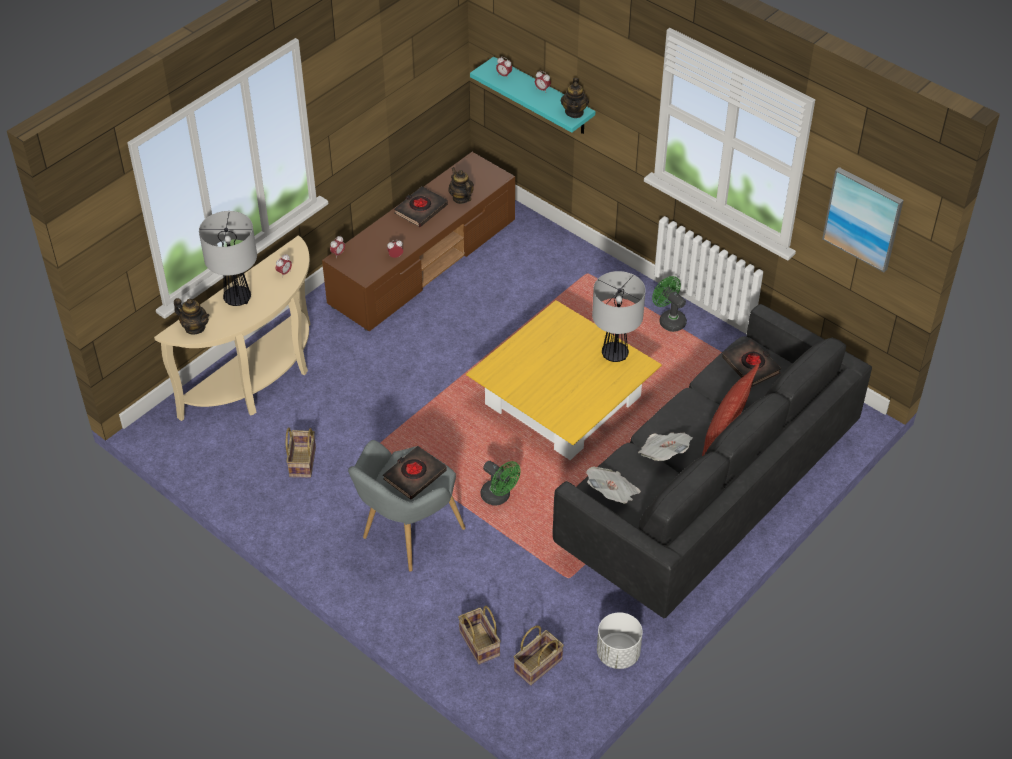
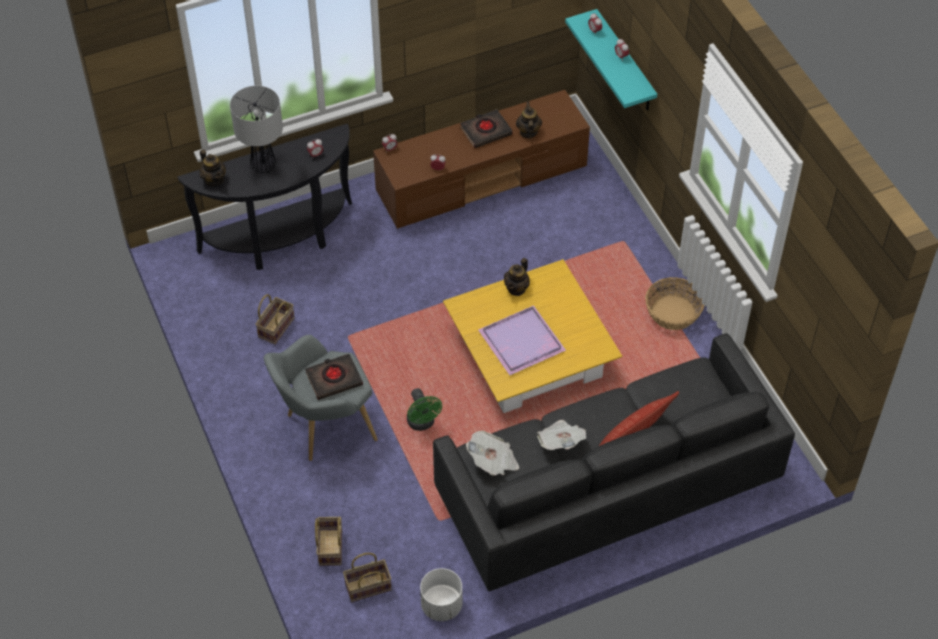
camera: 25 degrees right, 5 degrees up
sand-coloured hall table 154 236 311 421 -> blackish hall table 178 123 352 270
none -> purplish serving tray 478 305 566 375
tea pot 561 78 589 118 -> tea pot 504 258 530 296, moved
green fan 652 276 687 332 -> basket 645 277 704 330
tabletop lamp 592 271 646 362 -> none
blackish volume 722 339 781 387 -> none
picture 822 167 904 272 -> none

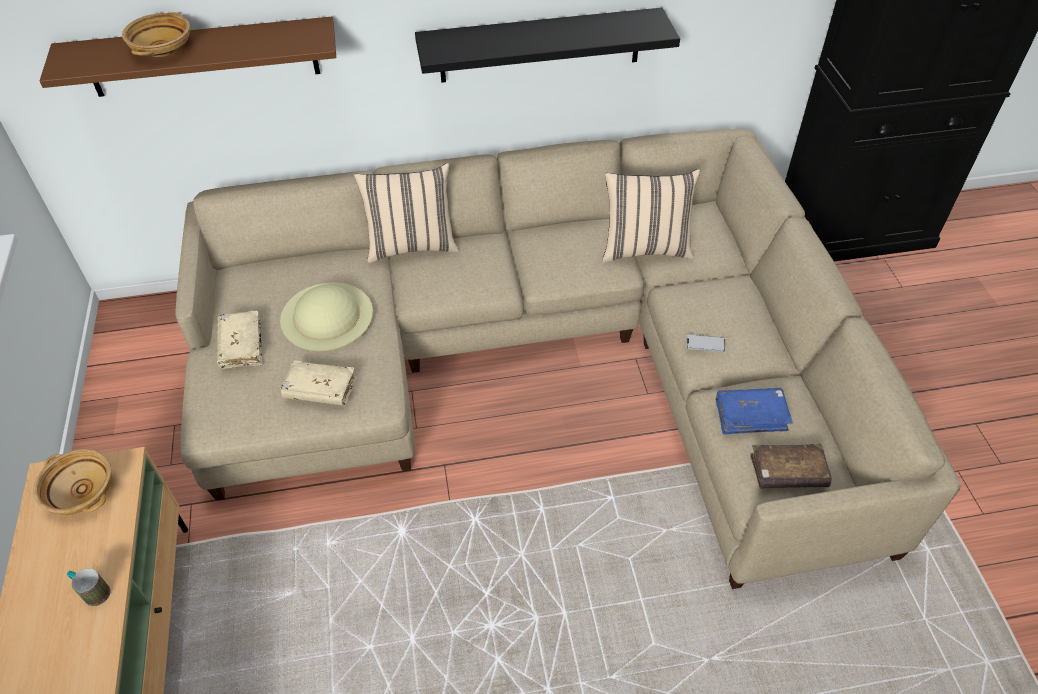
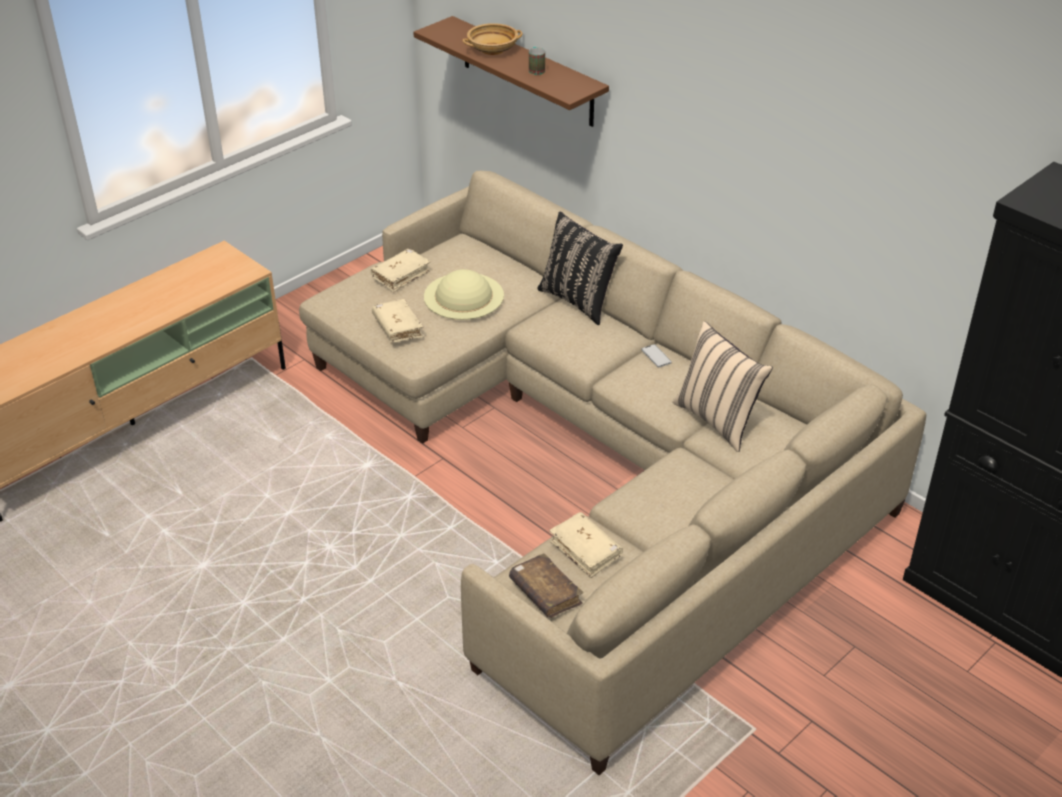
camera: 55 degrees right, 10 degrees down
tea mug 67 568 110 606 -> tea mug 529 47 545 75, moved
sand-coloured throw pillow 354 163 459 263 -> blackish throw pillow 537 212 623 325
bluish volume 716 388 793 435 -> sand-coloured volume 549 512 623 578
phone 687 334 725 352 -> phone 641 344 672 367, moved
sand-coloured bowl 33 449 112 515 -> none
blackish wall shelf 415 8 680 83 -> none

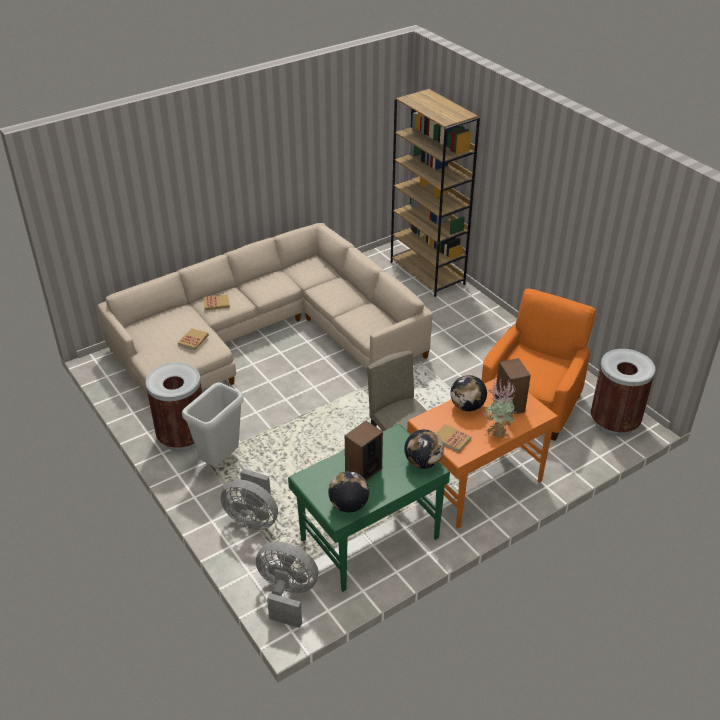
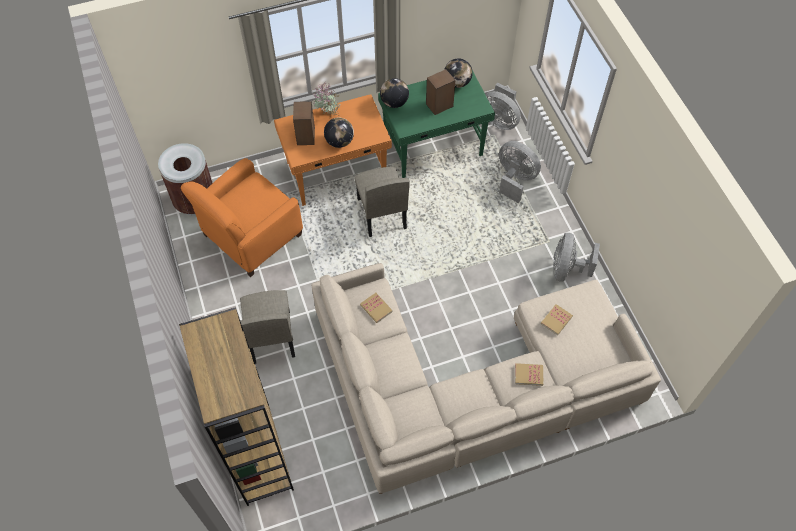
camera: 165 degrees left, 20 degrees up
none -> sand-coloured plain chair 240 290 295 364
volume 436 424 471 453 -> volume 360 293 392 323, moved
brown-coloured waste bin 146 362 202 451 -> gray fan 553 233 600 282
gray waste bin 182 383 244 466 -> none

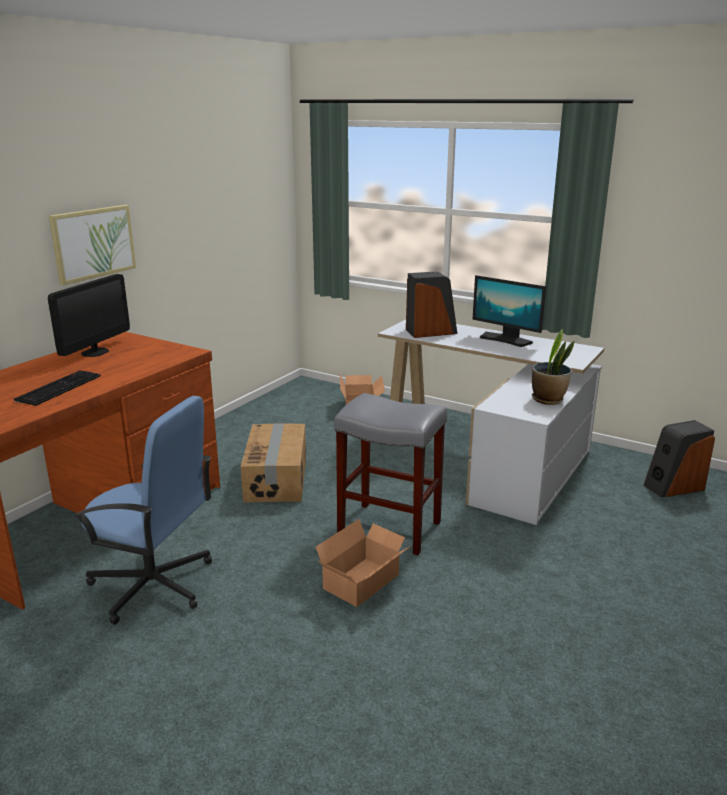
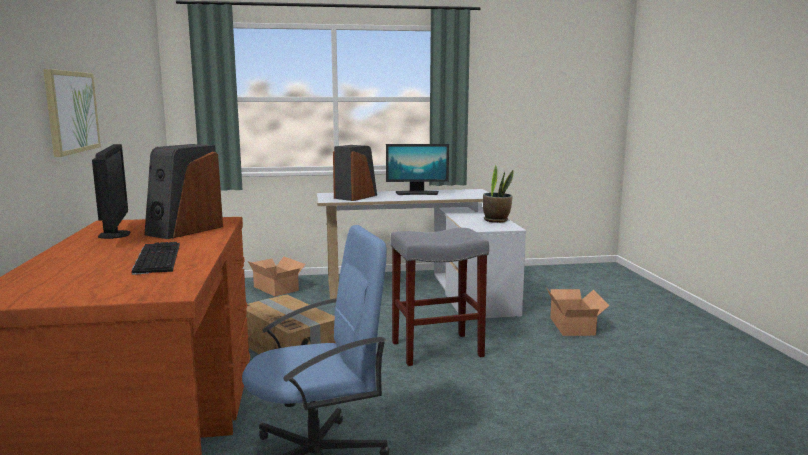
camera: 40 degrees left, 10 degrees down
speaker 644 420 715 498 -> speaker 144 144 223 239, moved
packing box 316 519 412 607 -> packing box 546 287 610 336, moved

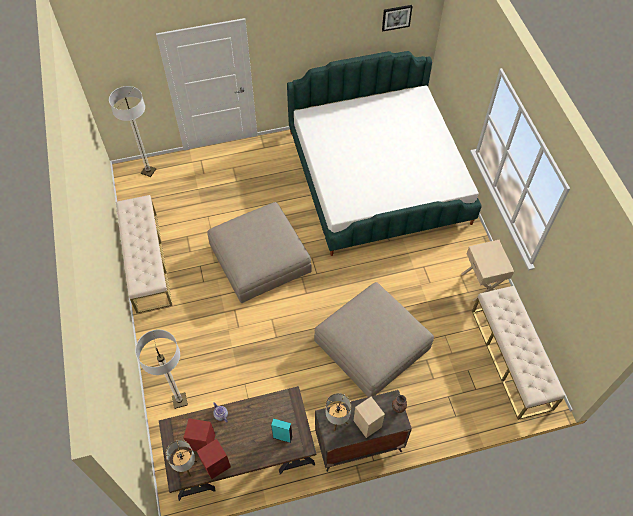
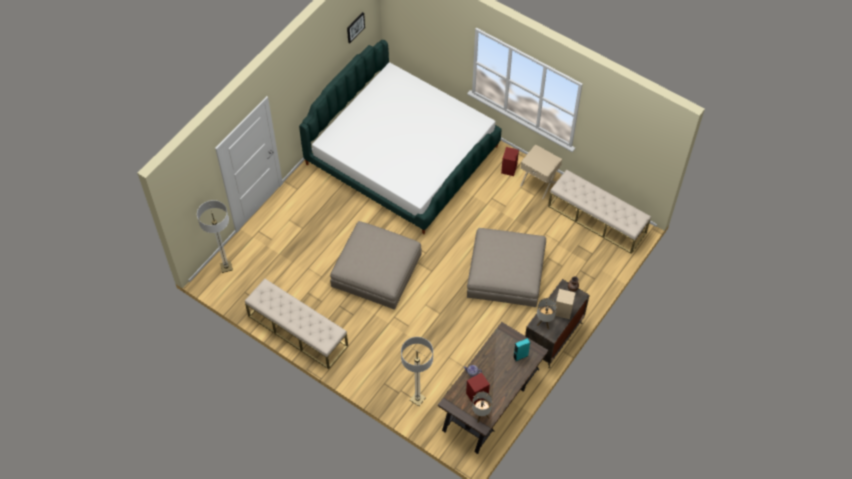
camera: 40 degrees left, 0 degrees up
reddish speaker 197 439 231 479 -> reddish speaker 501 147 519 176, moved

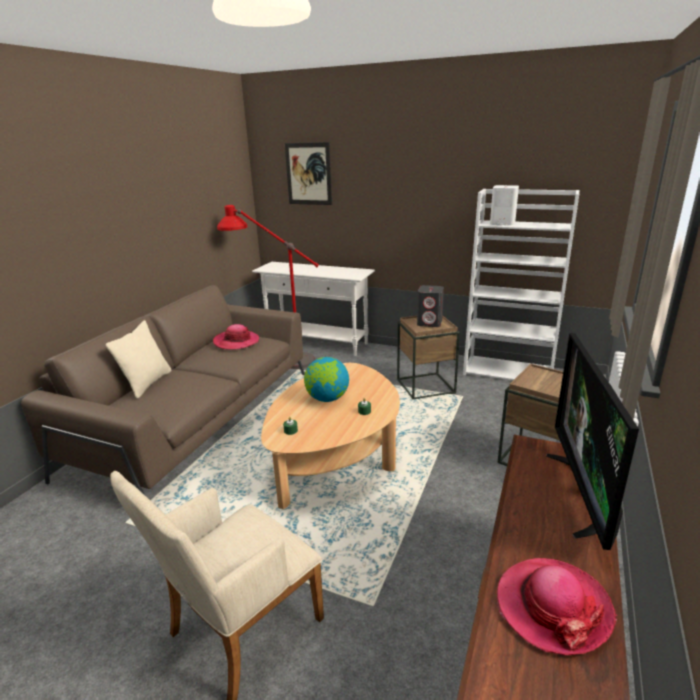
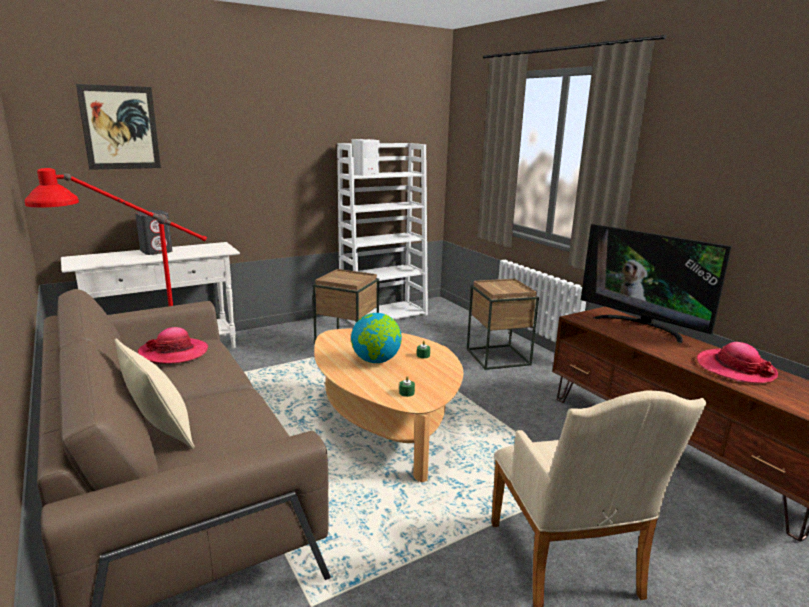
camera: 55 degrees left, 5 degrees down
gray speaker 417 285 444 327 -> gray speaker 135 210 172 255, moved

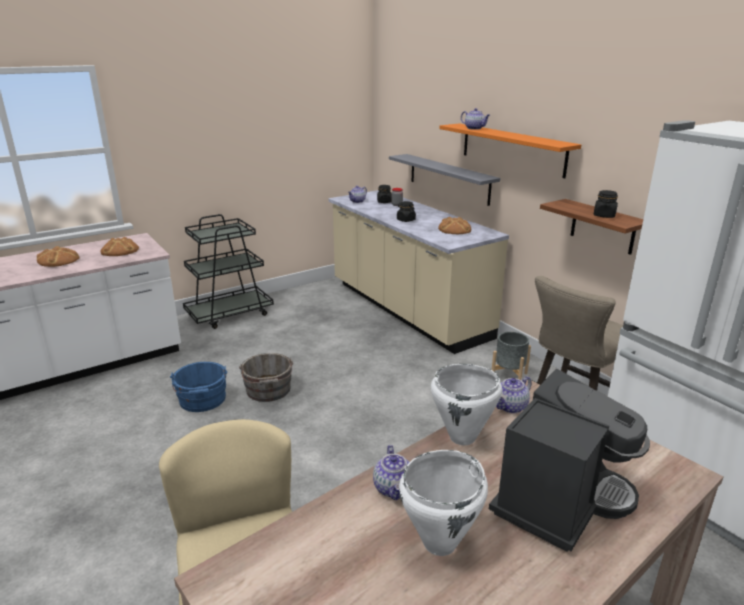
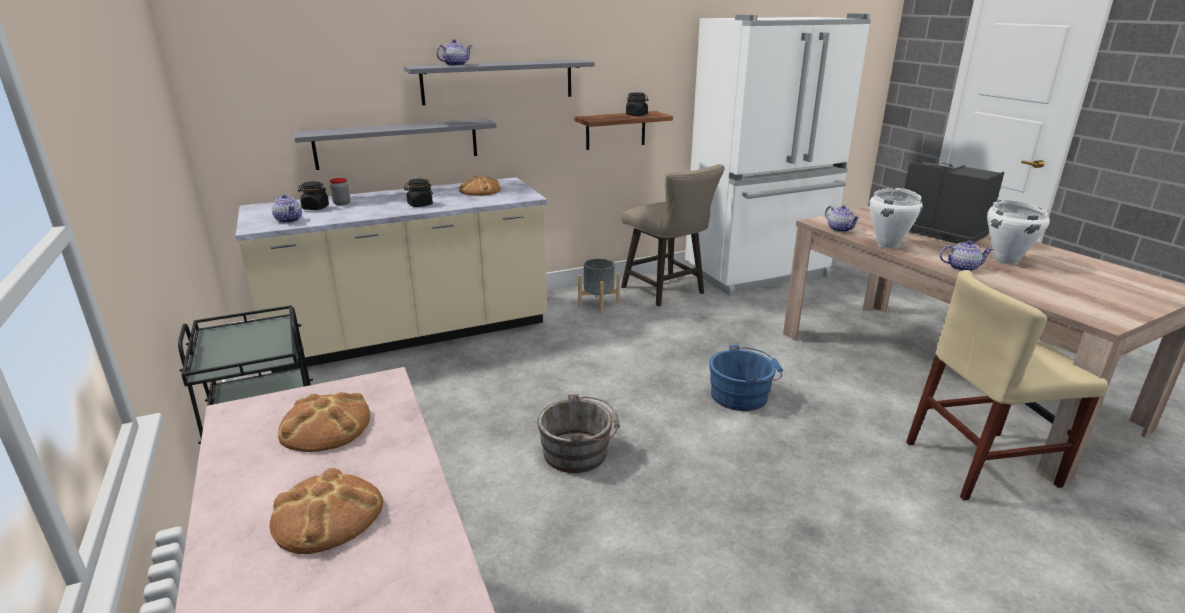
camera: 80 degrees left, 0 degrees up
orange-coloured wall shelf 439 123 581 178 -> gray wall shelf 403 59 595 105
bluish water bucket 170 362 227 412 -> bluish water bucket 709 345 783 411, moved

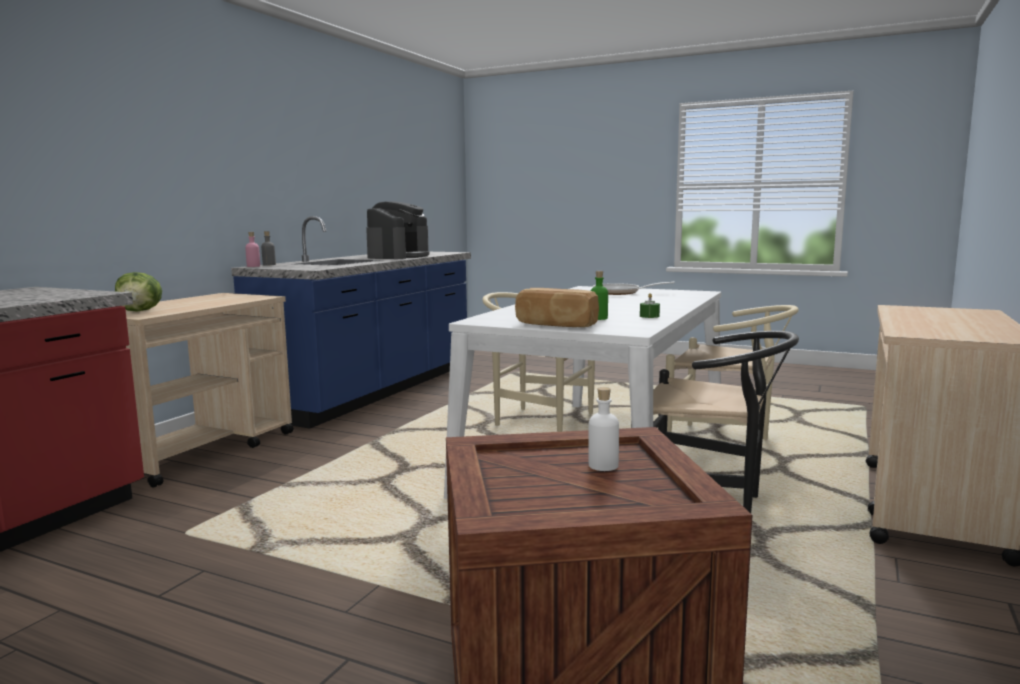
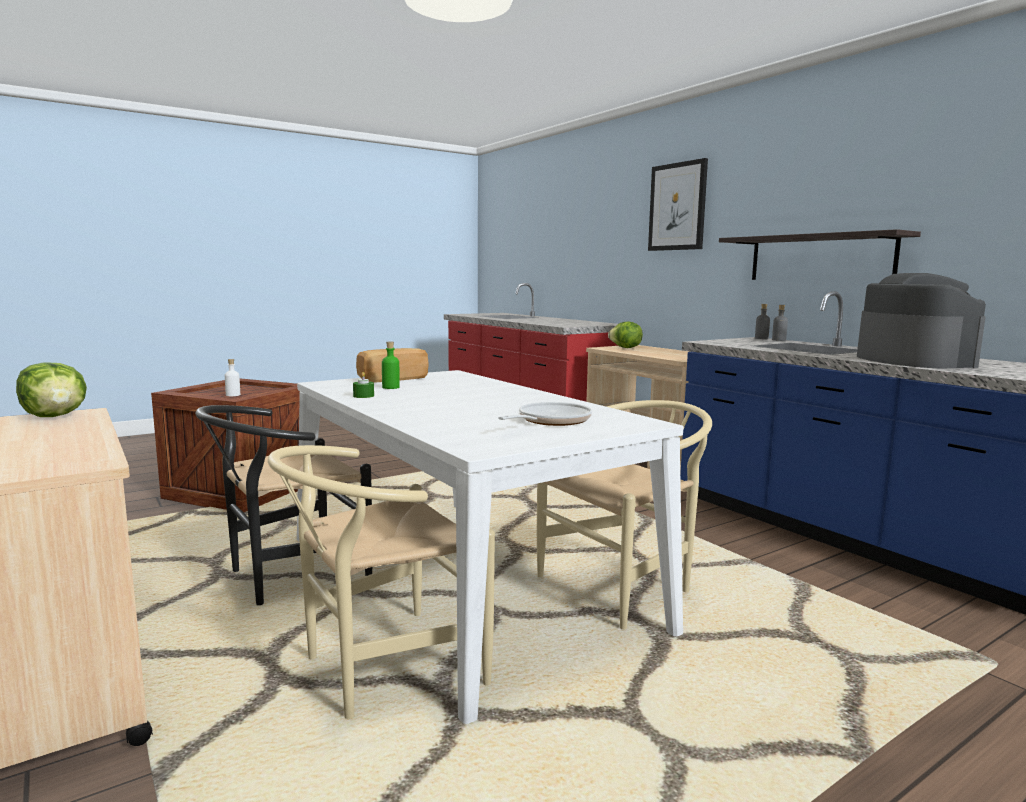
camera: 120 degrees right, 0 degrees up
none -> head of lettuce 16 362 87 417
none -> picture 648 158 708 251
none -> wall shelf 719 229 921 280
pinkish drink bottle 245 232 260 267 -> gray drink bottle 755 304 770 339
coffee machine 366 201 429 259 -> coffee machine 857 273 986 368, 150 degrees counterclockwise

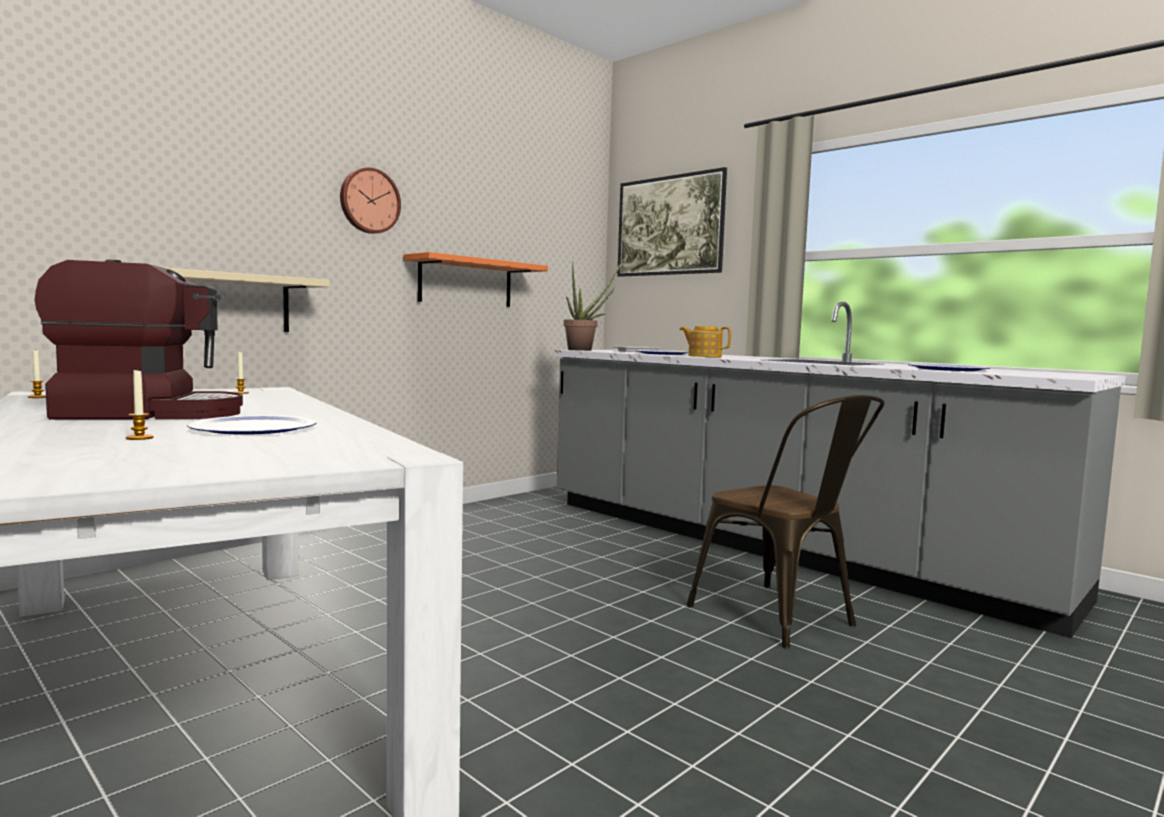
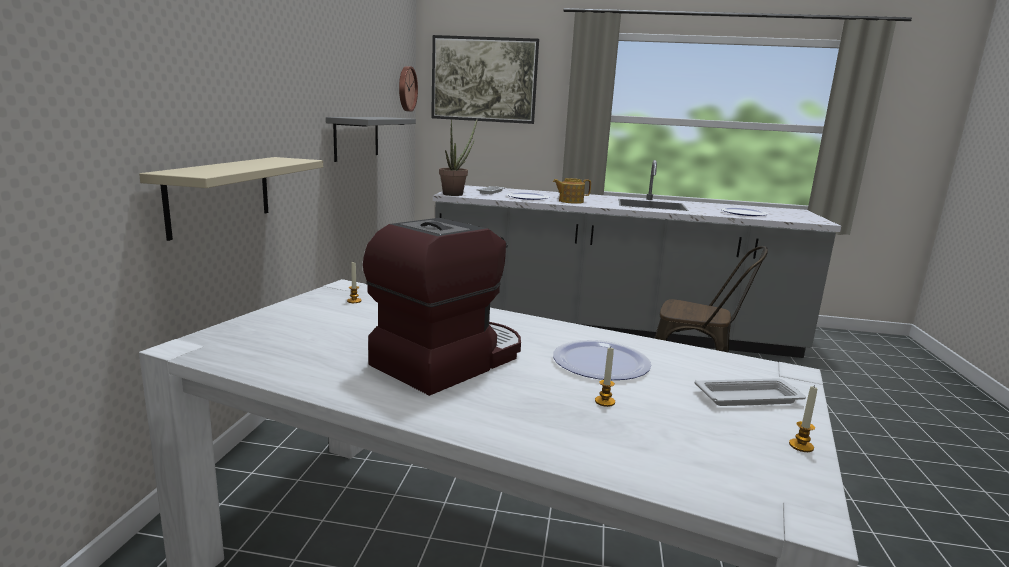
camera: 35 degrees left, 10 degrees up
orange-coloured wall shelf 403 252 548 307 -> gray wall shelf 326 117 416 162
clock on the wall 340 167 401 234 -> clock on the wall 399 66 418 112, moved
none -> white serving tray 695 378 806 406
wax light 28 350 46 398 -> wax light 789 385 818 452, moved

